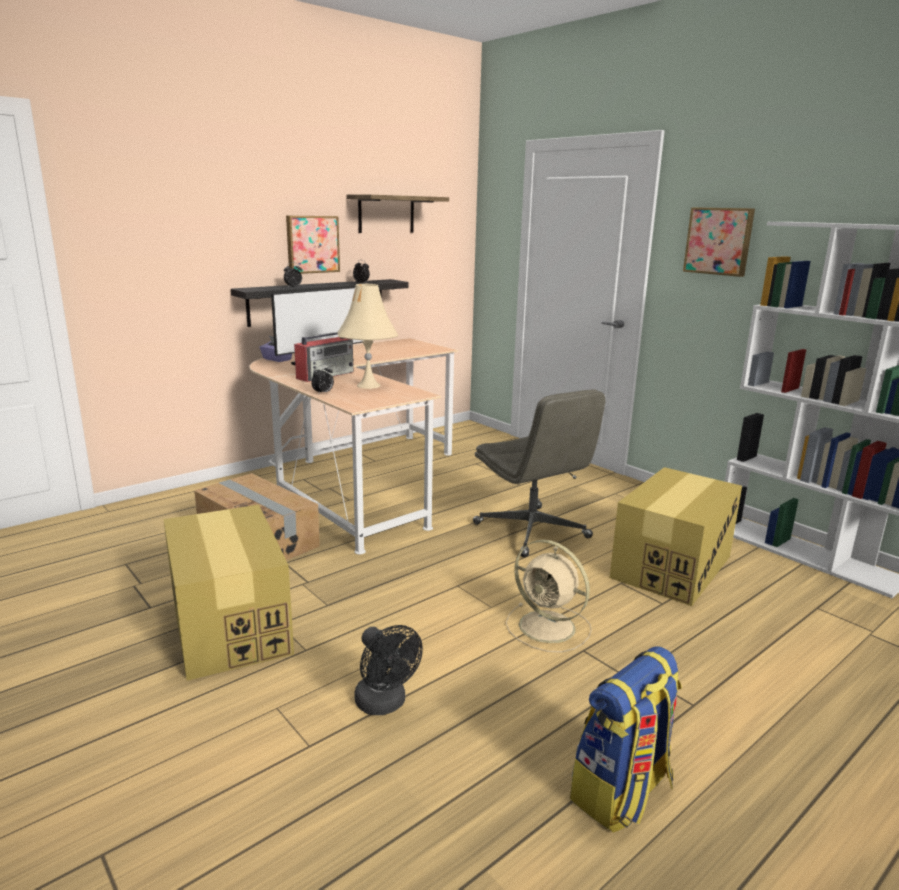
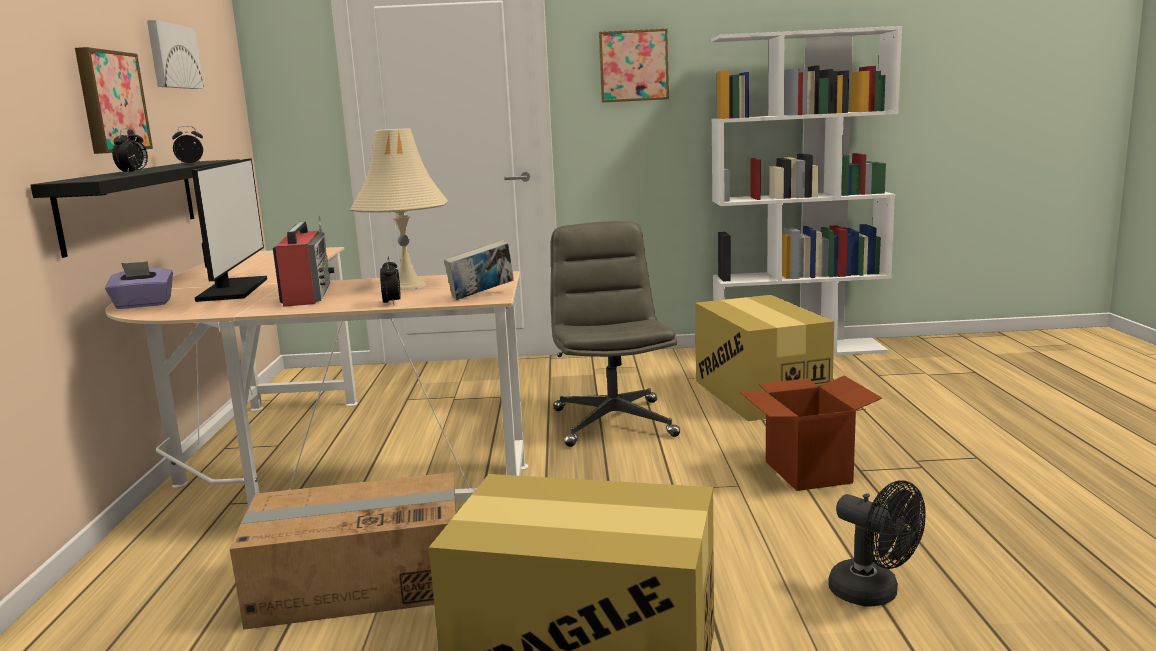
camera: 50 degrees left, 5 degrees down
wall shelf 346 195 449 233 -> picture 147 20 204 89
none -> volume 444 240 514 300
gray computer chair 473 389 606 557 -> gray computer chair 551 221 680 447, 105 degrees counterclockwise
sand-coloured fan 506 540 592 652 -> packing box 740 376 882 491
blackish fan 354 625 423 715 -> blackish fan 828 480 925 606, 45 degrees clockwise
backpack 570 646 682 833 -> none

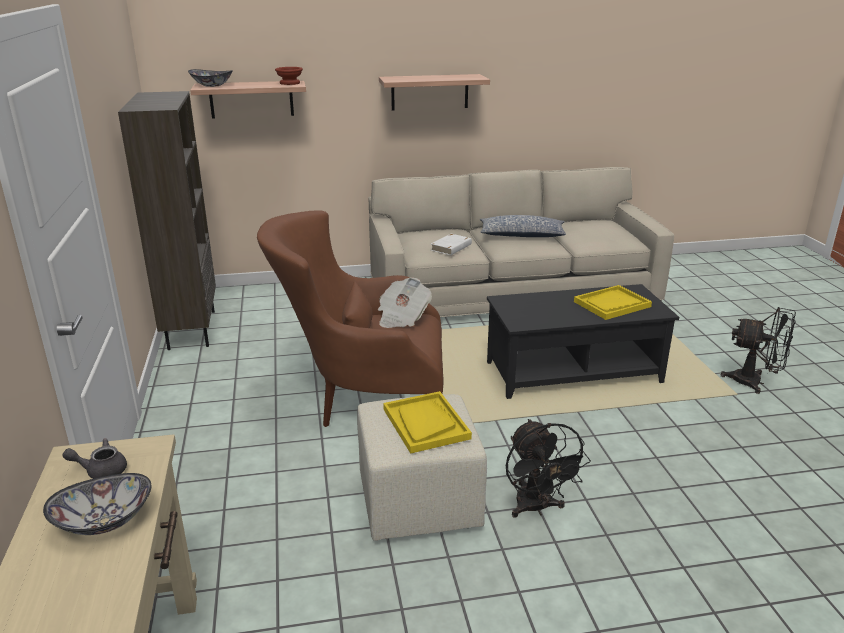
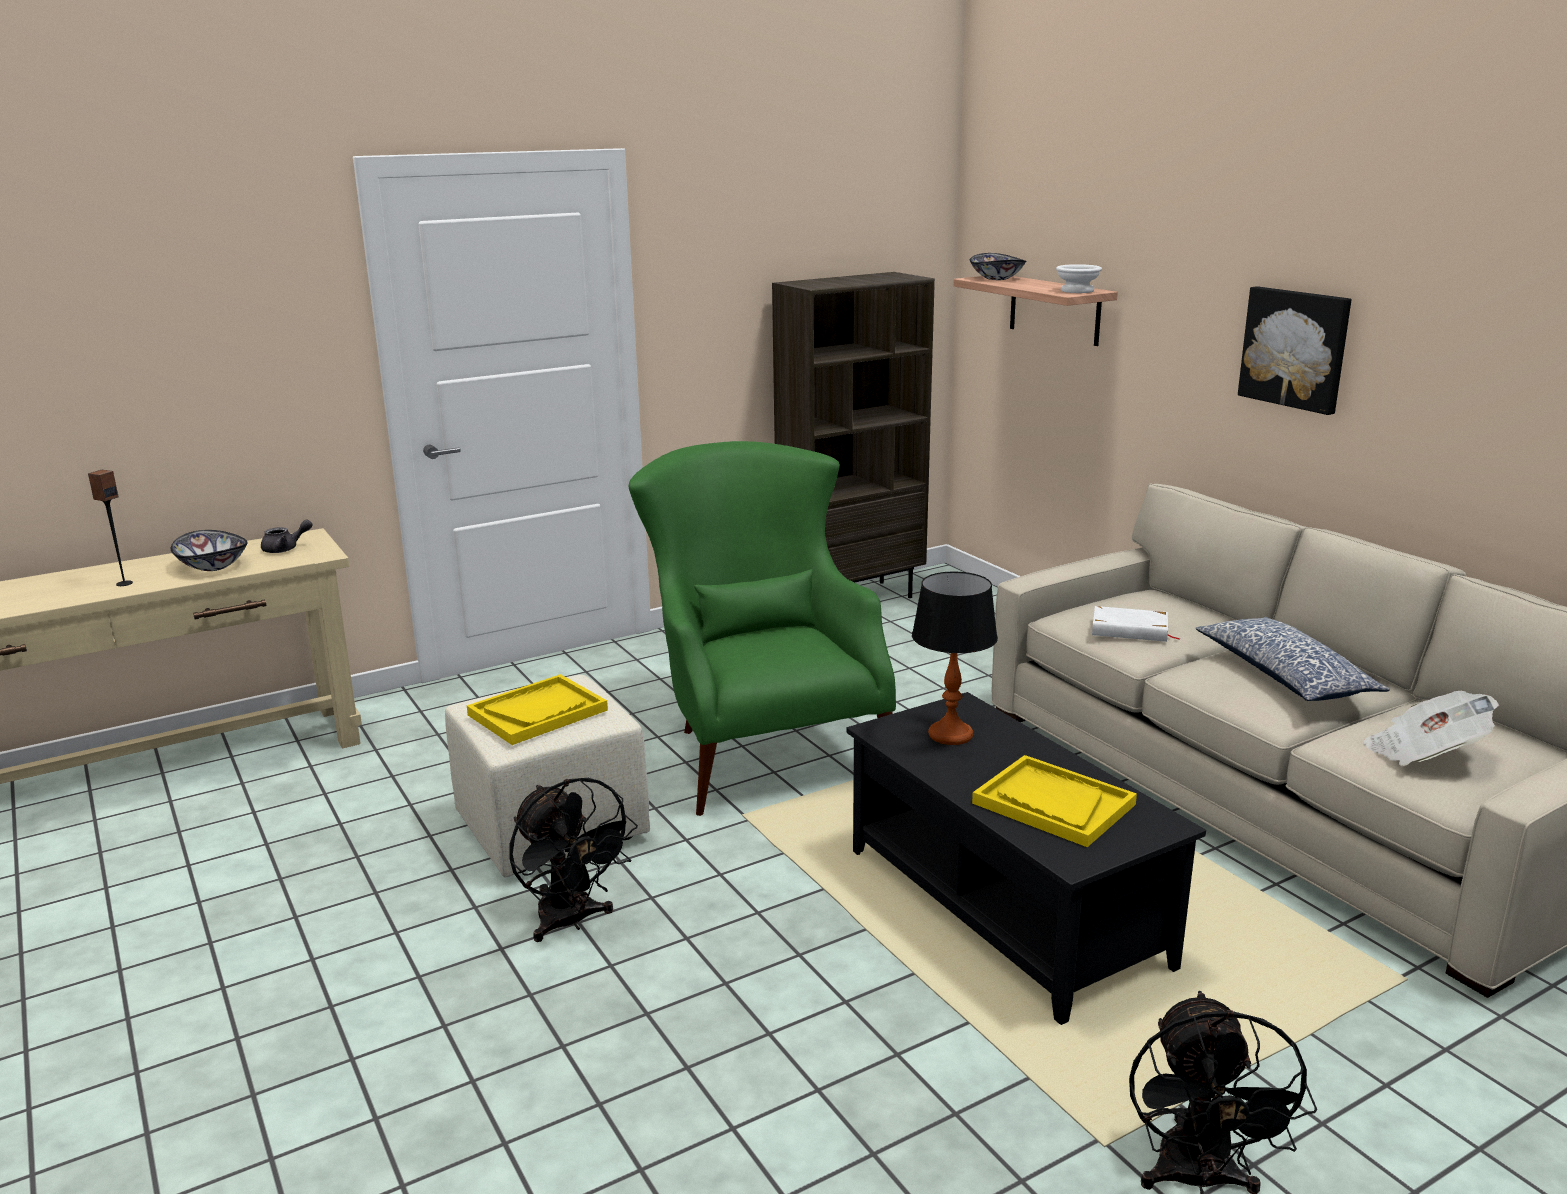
camera: 70 degrees right, 5 degrees down
none -> speaker 88 470 133 586
gray tea pot 62 438 127 479 -> gray tea pot 261 520 312 553, 90 degrees clockwise
blackish fan 506 419 591 518 -> blackish fan 509 778 638 942, 90 degrees counterclockwise
brown-coloured lounge chair 257 210 444 427 -> green lounge chair 629 441 896 816
none -> tabletop lamp 912 572 998 745
brown-coloured bowl 275 67 303 85 -> white bowl 1056 264 1102 293
wall shelf 379 74 490 111 -> picture 1238 286 1351 415
printed paper 378 277 432 328 -> printed paper 1364 691 1499 766, moved

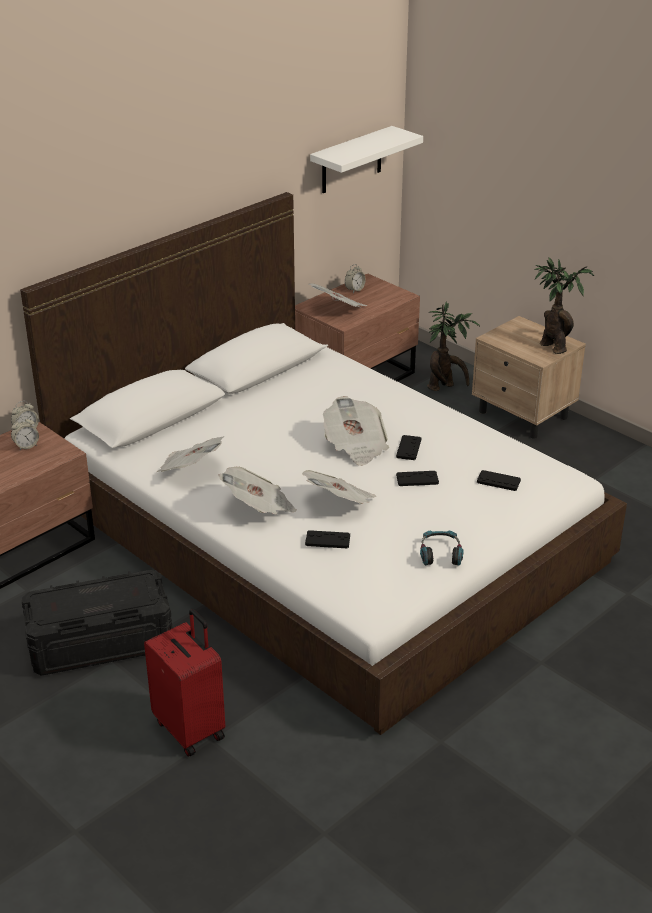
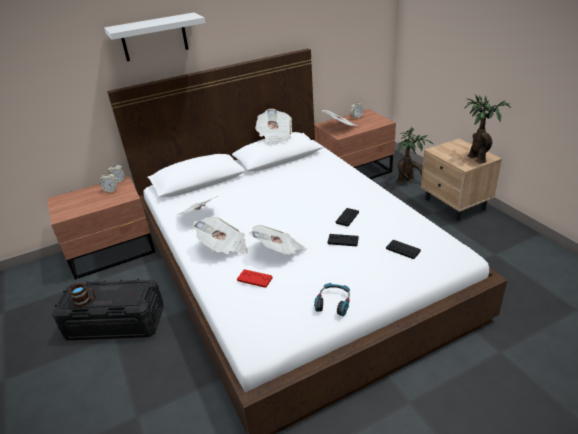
camera: 20 degrees right, 0 degrees up
none -> brown-coloured tea mug 69 283 96 307
white wall shelf 310 126 423 193 -> white wall shelf 104 12 205 61, moved
blackish joypad 305 530 350 549 -> reddish joypad 237 269 273 288
printed paper 323 396 389 466 -> printed paper 255 109 292 146, moved
reddish travel case 144 609 225 757 -> none

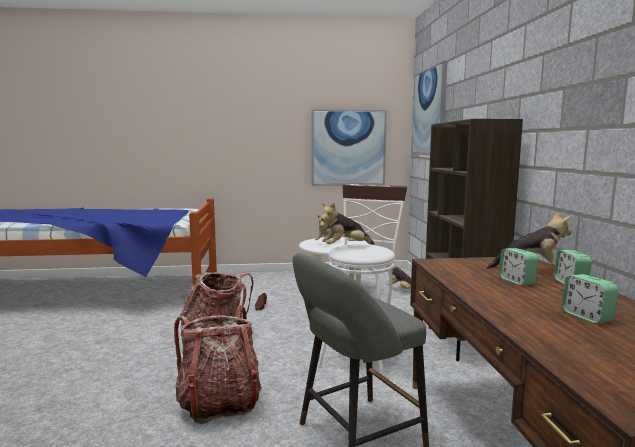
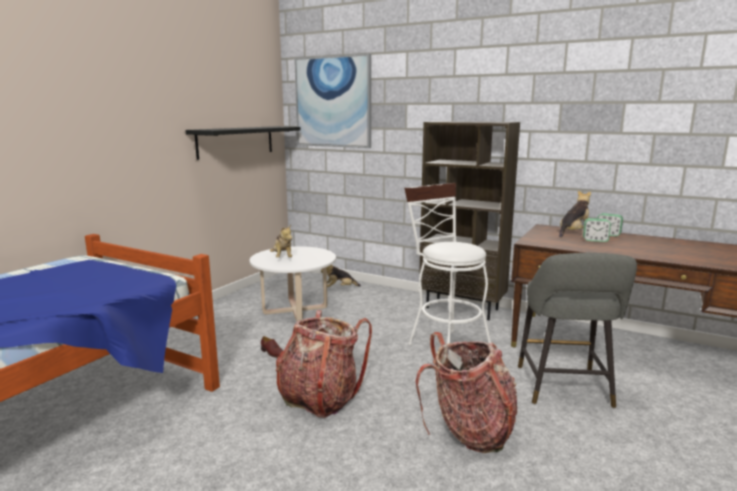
camera: 55 degrees left, 5 degrees up
picture 311 109 387 186 -> blackish wall shelf 185 126 301 160
cuddly toy 321 203 374 245 -> none
alarm clock 562 274 618 323 -> none

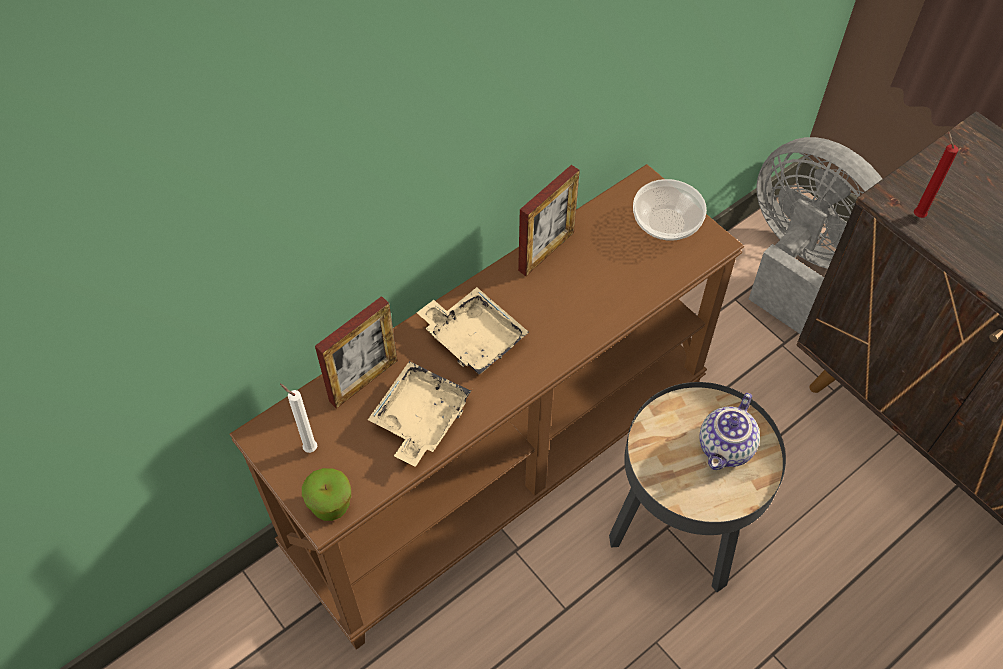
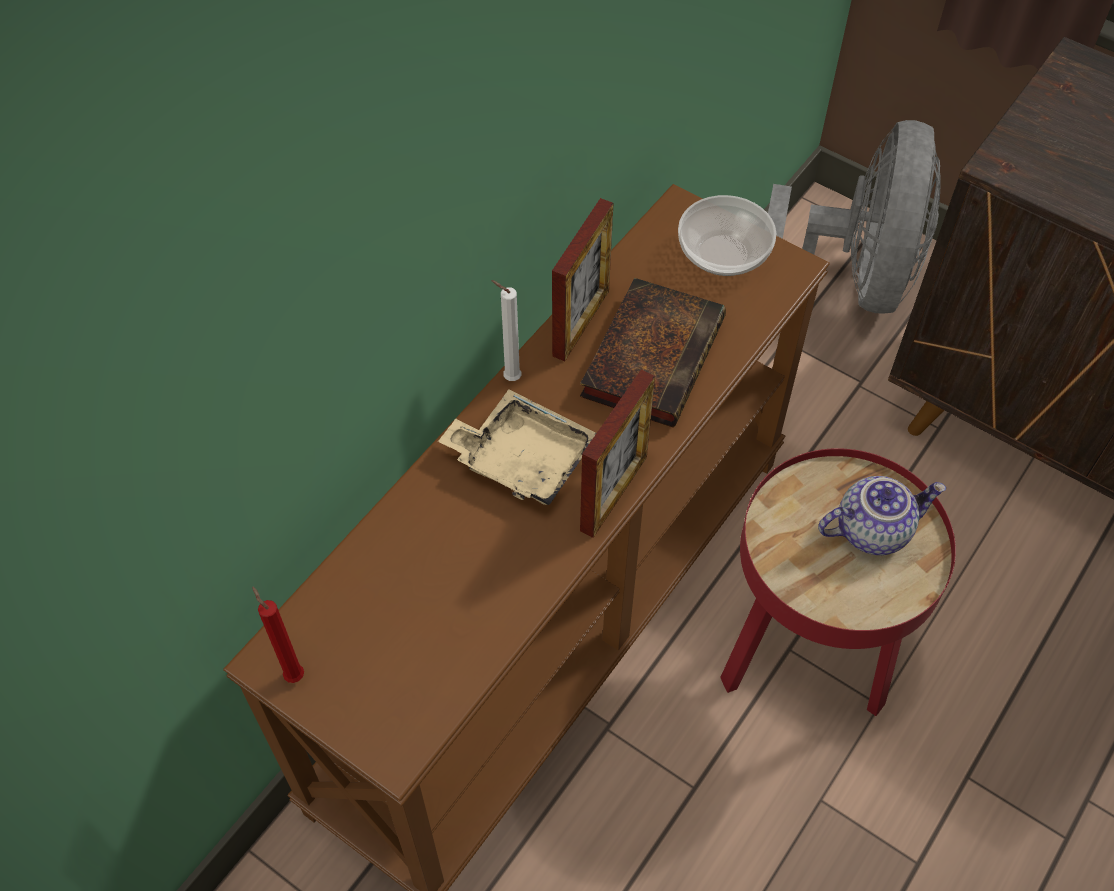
camera: 15 degrees left, 0 degrees up
reddish wax light 914 132 959 218 -> reddish wax light 252 586 304 683, moved
white wax light 280 384 317 453 -> white wax light 491 280 521 381, moved
none -> volume 580 278 726 427
standing frame 315 296 398 409 -> standing frame 580 370 655 538, moved
blackish accent table 609 382 786 592 -> reddish accent table 720 448 956 716
gray fan 749 137 882 334 -> gray fan 768 120 941 314, 75 degrees clockwise
tea pot 699 393 760 470 -> tea pot 818 476 946 555, 120 degrees counterclockwise
apple fruit 302 468 351 521 -> none
sand-coloured serving tray 368 361 472 467 -> none

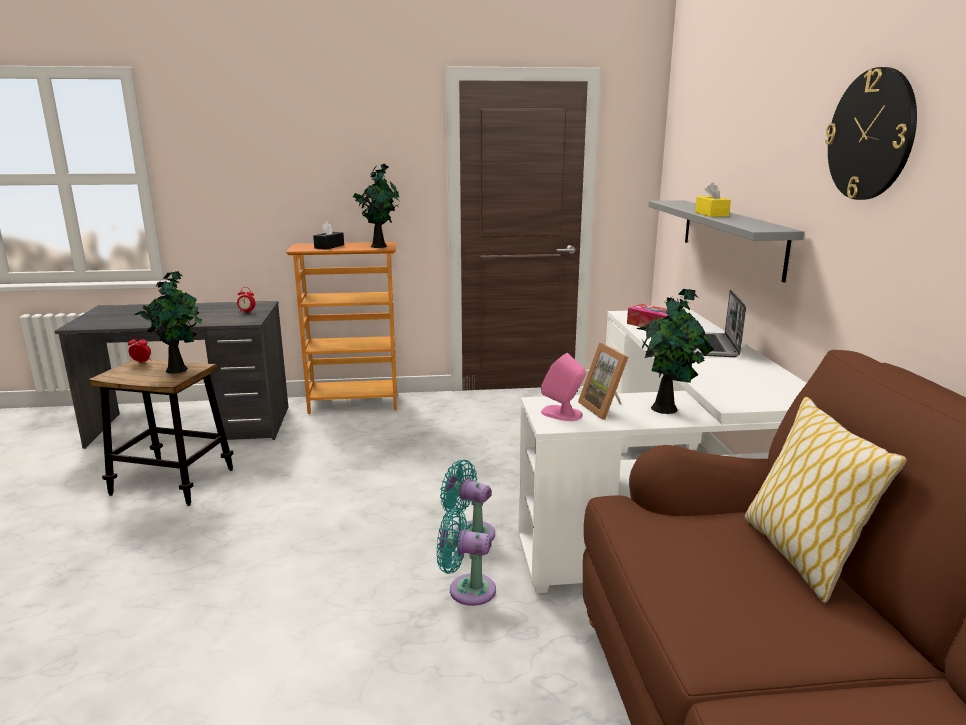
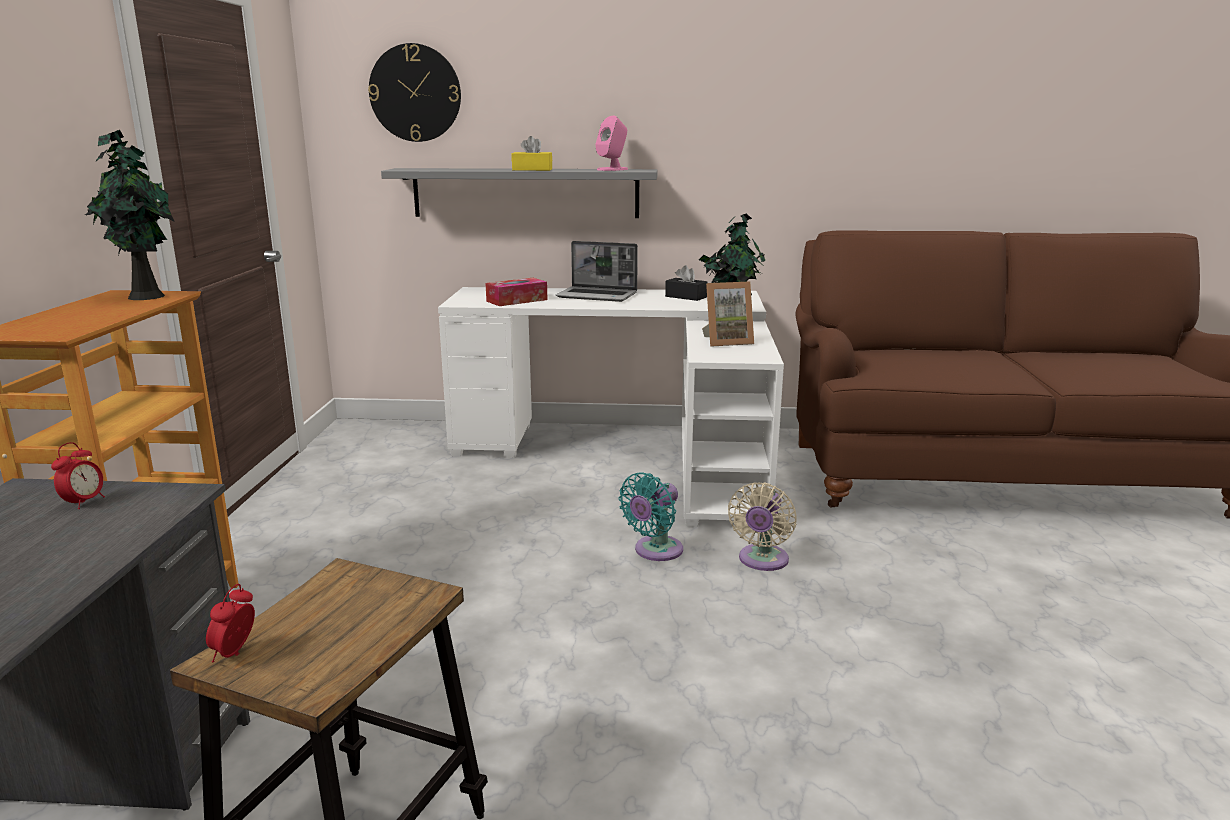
camera: 80 degrees left, 0 degrees up
clock on the wall 825 67 917 200 -> clock on the wall 368 43 461 142, moved
pinkish speaker 541 353 586 421 -> pinkish speaker 595 116 628 171, moved
blackish tissue box 313 221 344 250 -> blackish tissue box 665 265 708 301, moved
turquoise fan 436 508 496 606 -> sand-coloured fan 728 482 797 571
houseplant 134 271 203 374 -> none
throw pillow 744 397 907 602 -> none

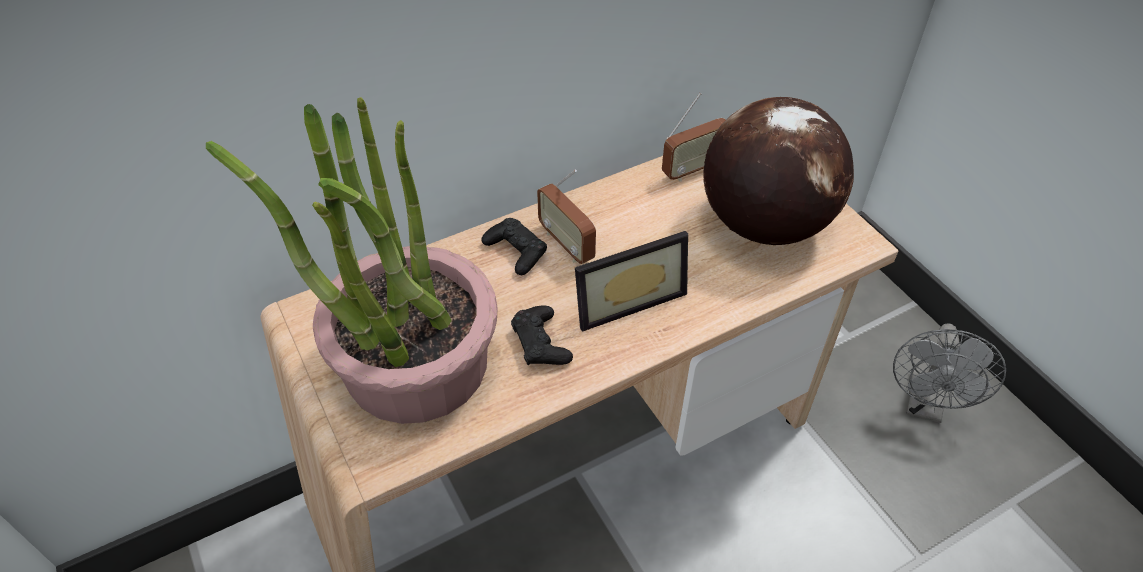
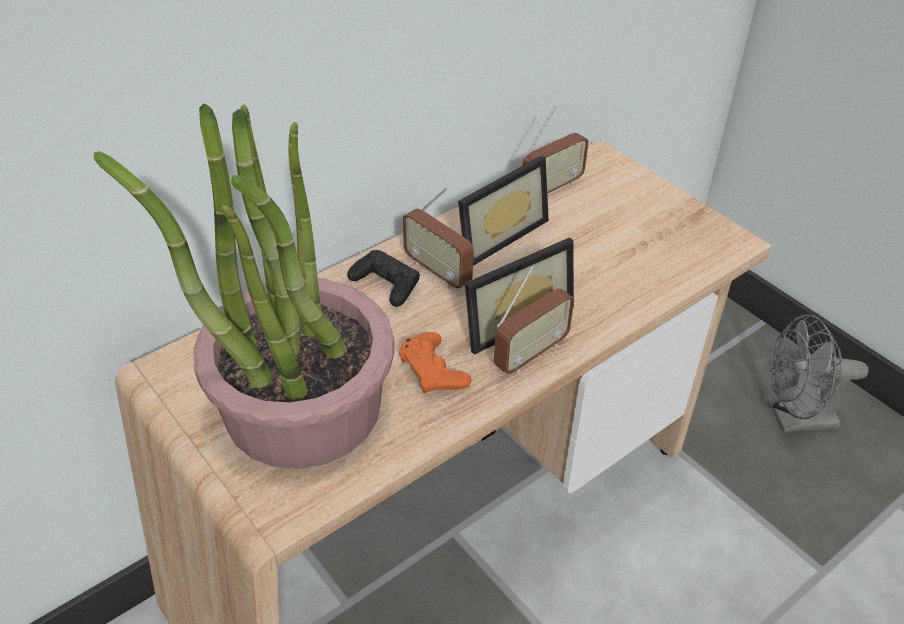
camera: 10 degrees left, 5 degrees down
blackish joypad 511 305 573 365 -> orange-coloured joypad 399 332 472 394
none -> standing frame 458 155 549 266
none -> radio 494 265 574 374
gray fan 893 324 1006 423 -> gray fan 769 314 869 432, 75 degrees clockwise
desk globe 703 97 854 245 -> none

